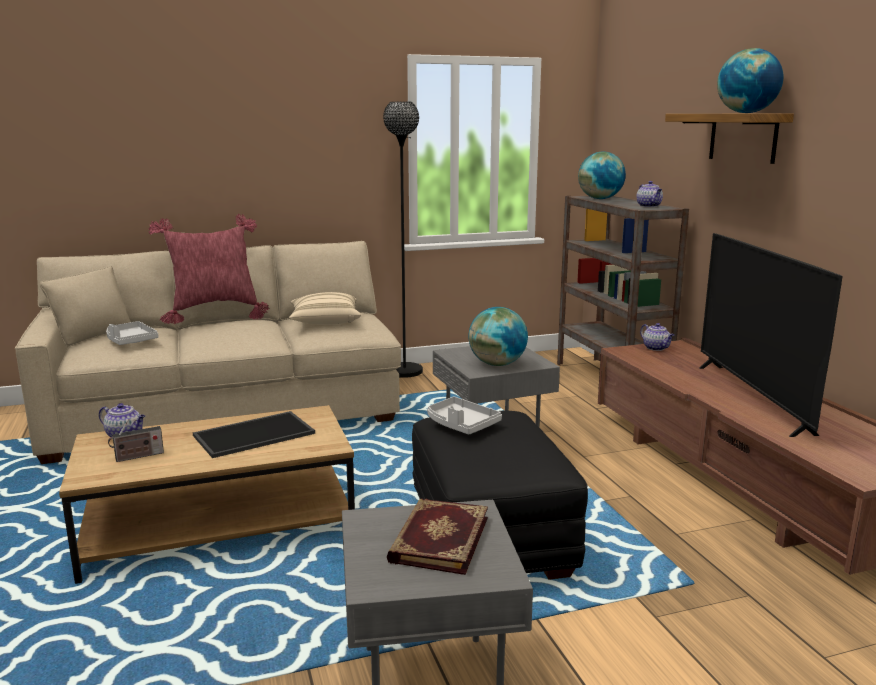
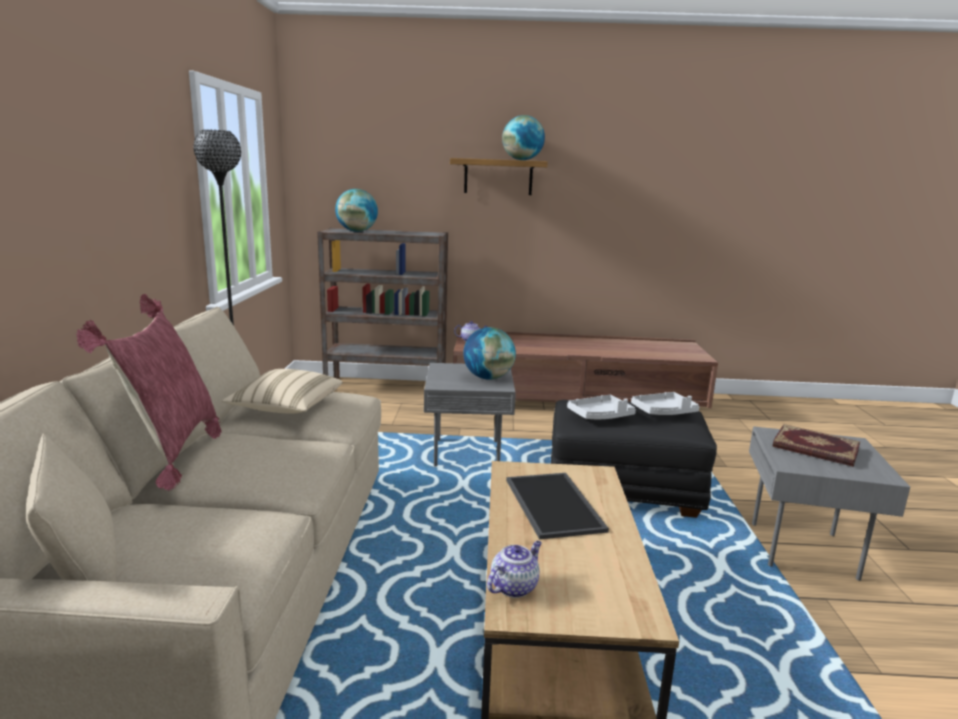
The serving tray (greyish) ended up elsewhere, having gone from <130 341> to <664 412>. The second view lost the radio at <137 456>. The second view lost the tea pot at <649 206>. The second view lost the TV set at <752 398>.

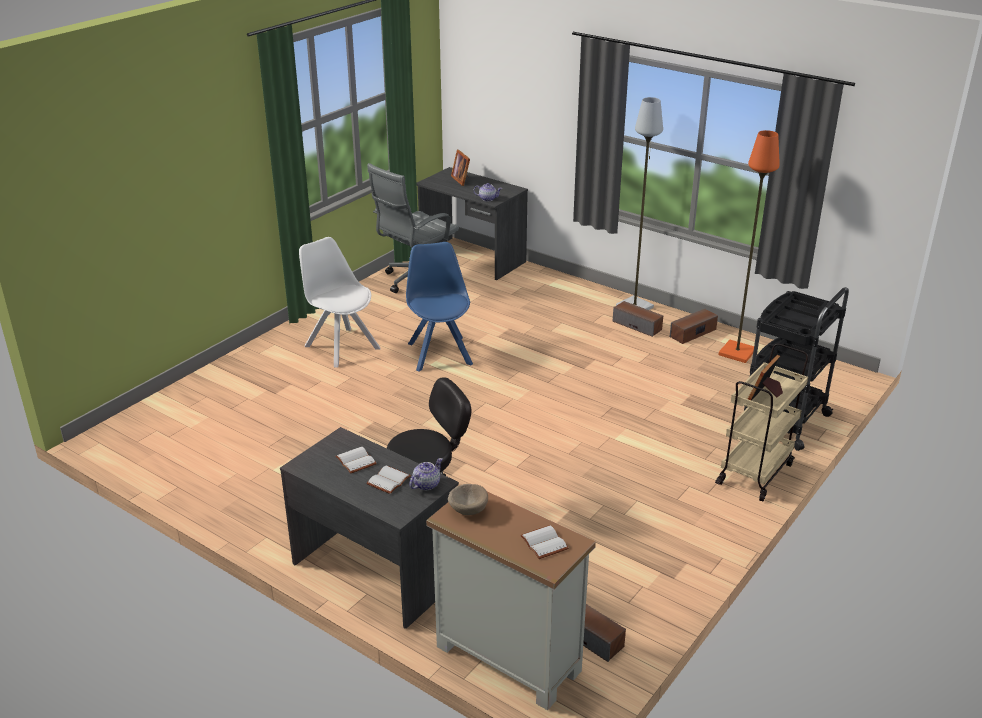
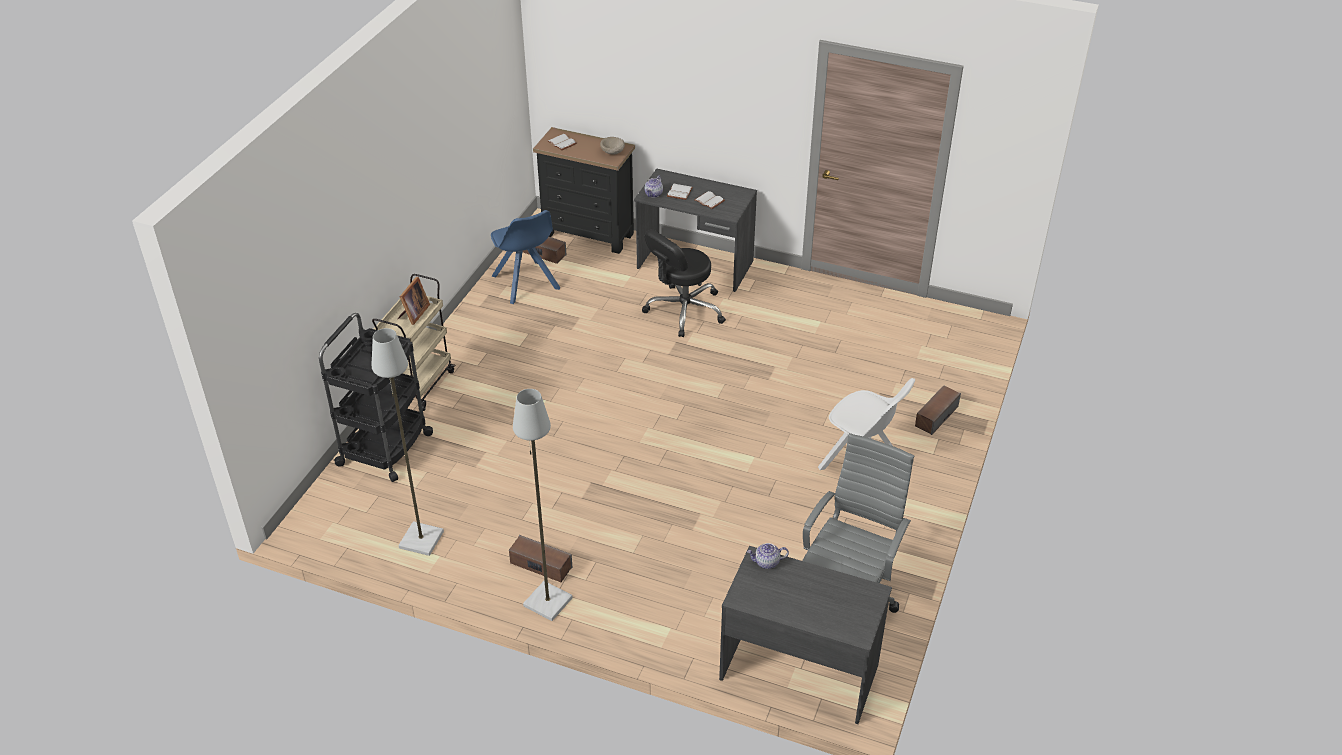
What was the floor lamp (orange-coloured) at <736 352> turned into the floor lamp (greyish) at <422 540>. The plain chair (blue-coloured) ended up elsewhere, having gone from <439 352> to <526 283>. What was the chest of drawers (white-coloured) at <508 657> turned into the chest of drawers (black) at <588 235>. The loudspeaker ended up elsewhere, having gone from <693 333> to <936 416>. The second view lost the standing frame at <462 179>.

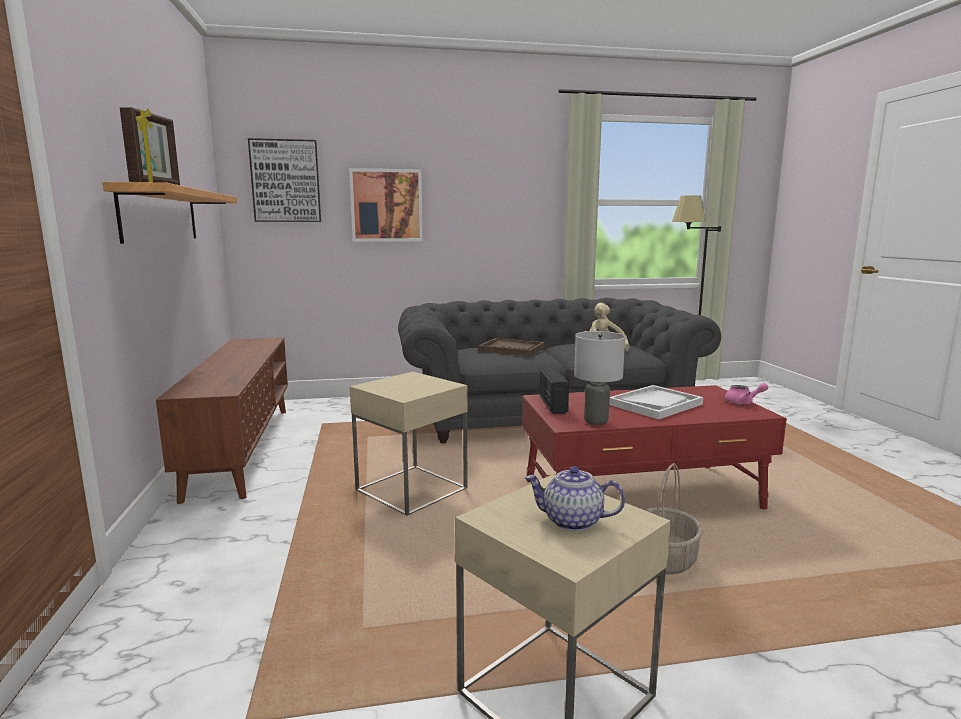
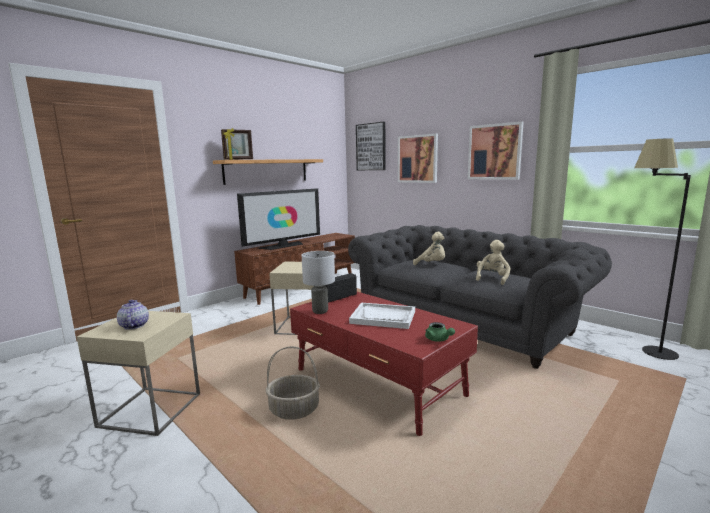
The second view gained the TV set at <283 246>. Where the serving tray (brown-coloured) stood at <512 349>, the plush toy (sand-coloured) came to stand at <431 264>. What was the tea pot (pink-coloured) at <743 402> turned into the tea pot (green) at <438 340>. The second view gained the wall art at <494 152>.

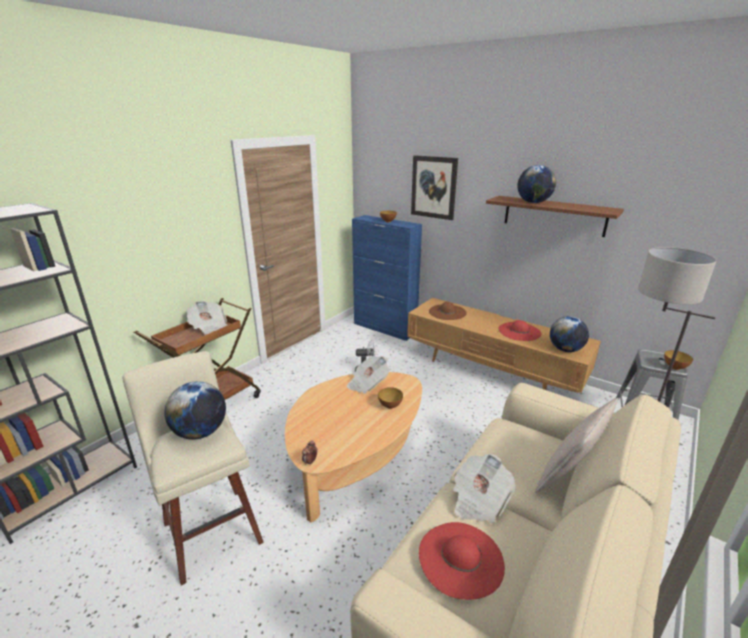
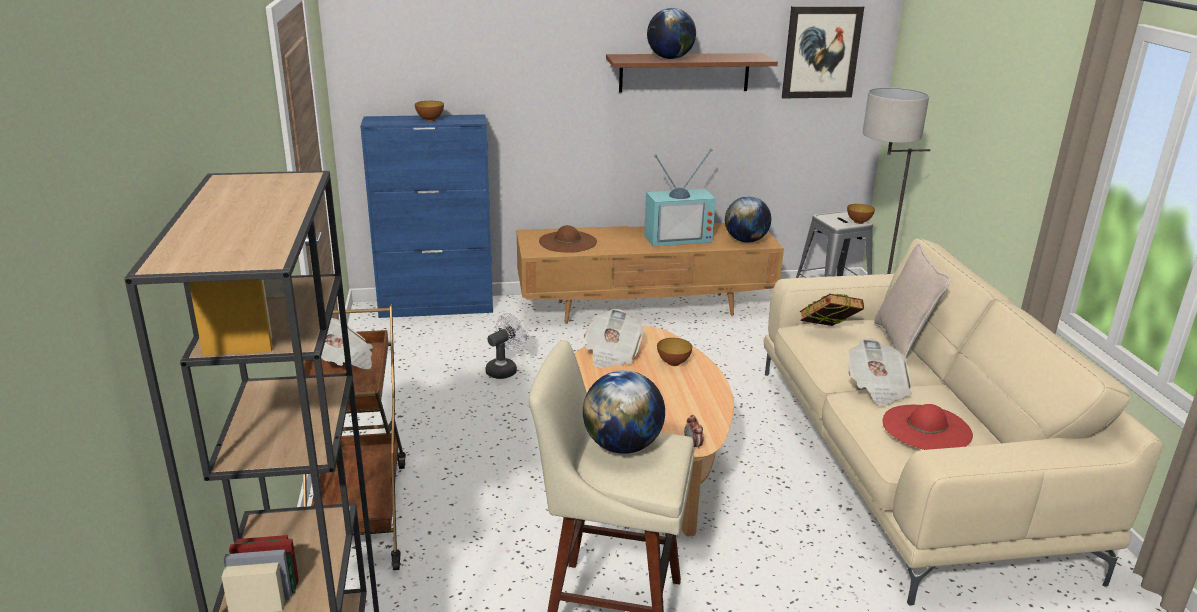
Where the hat (red) stood at <519 331>, the TV set came to stand at <677 237>. The wall art ended up elsewhere, having gone from <434 187> to <821 52>. The second view gained the volume at <827 333>.

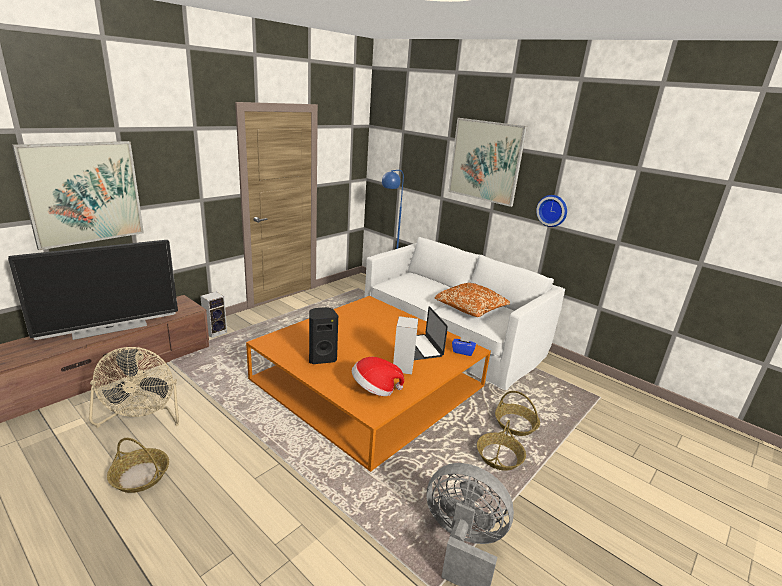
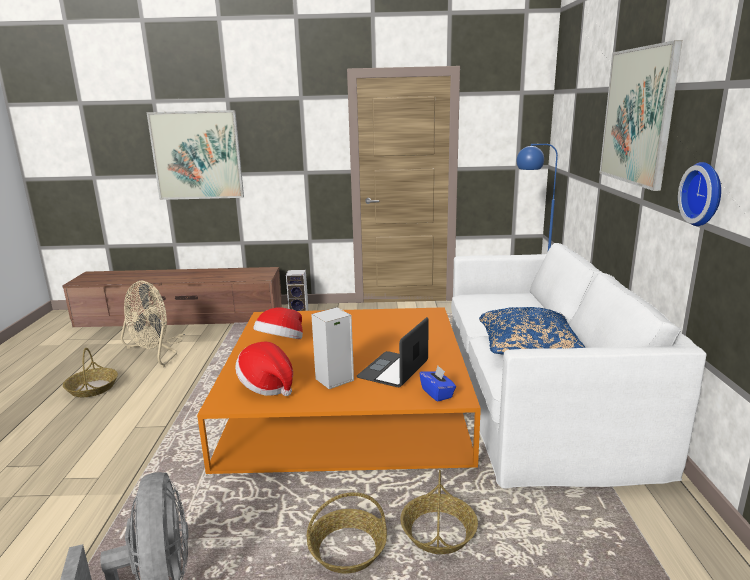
Where the loudspeaker (black) stood at <321 358>, the hat came to stand at <281 343>. What was the pillow (orange-coloured) at <471 307> turned into the pillow (blue-coloured) at <528 346>. The second view lost the TV set at <110 328>.

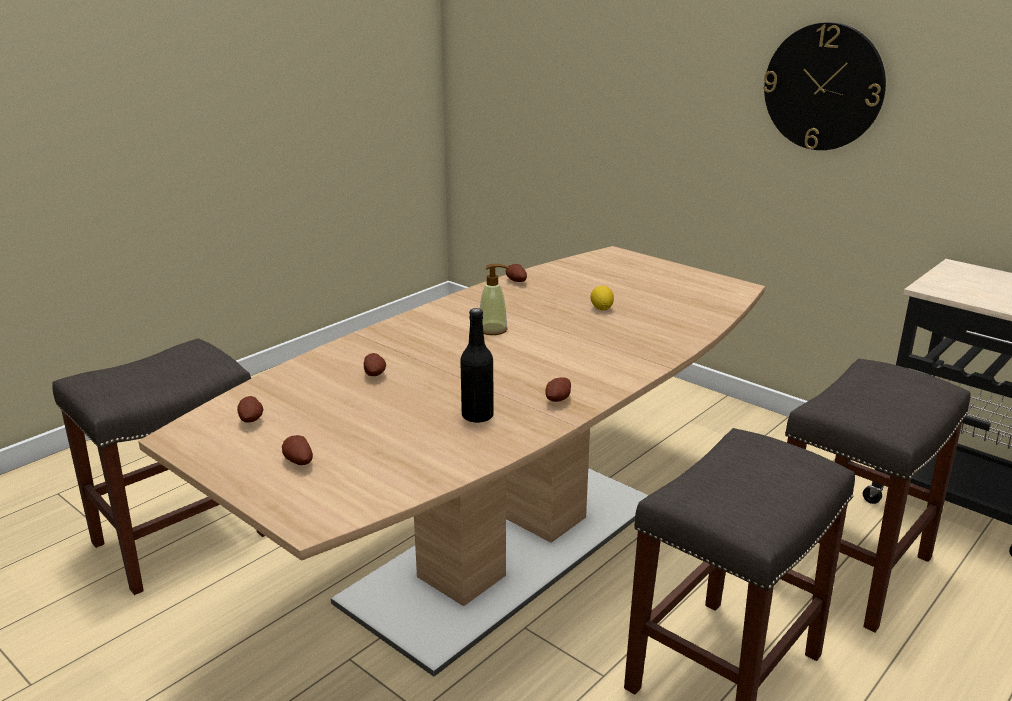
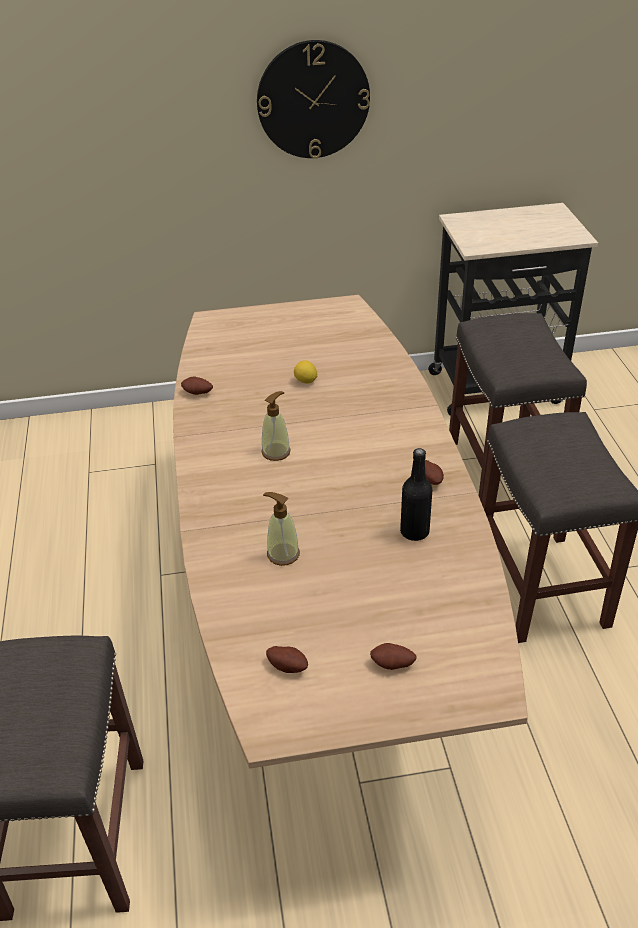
Where the spud stood at <375 374>, the liquid soap bottle came to stand at <283 554>.

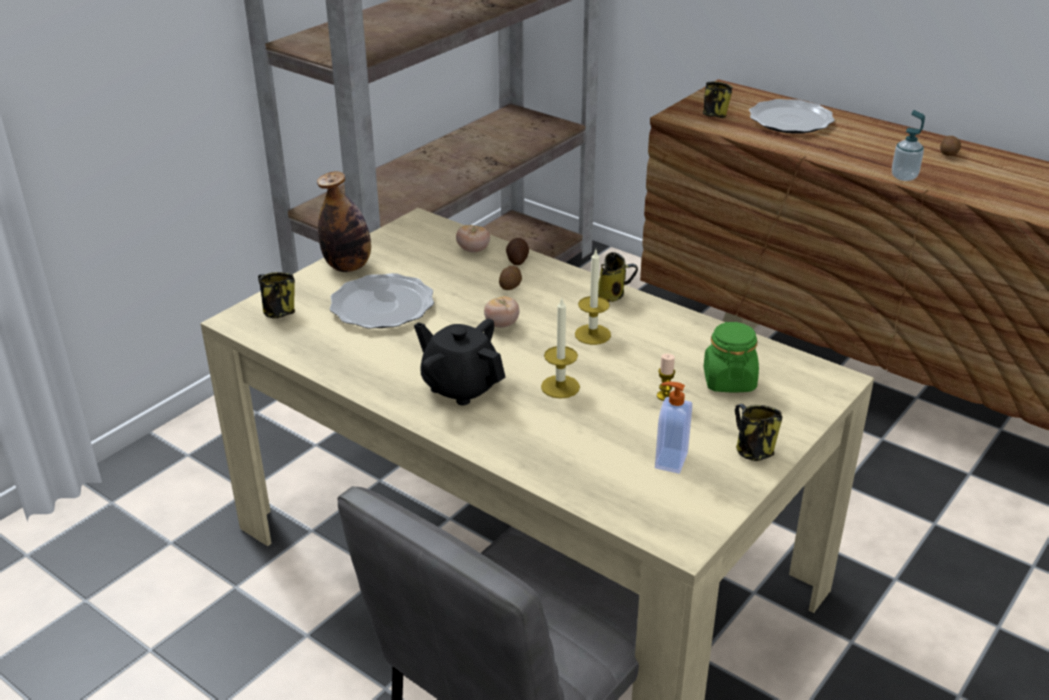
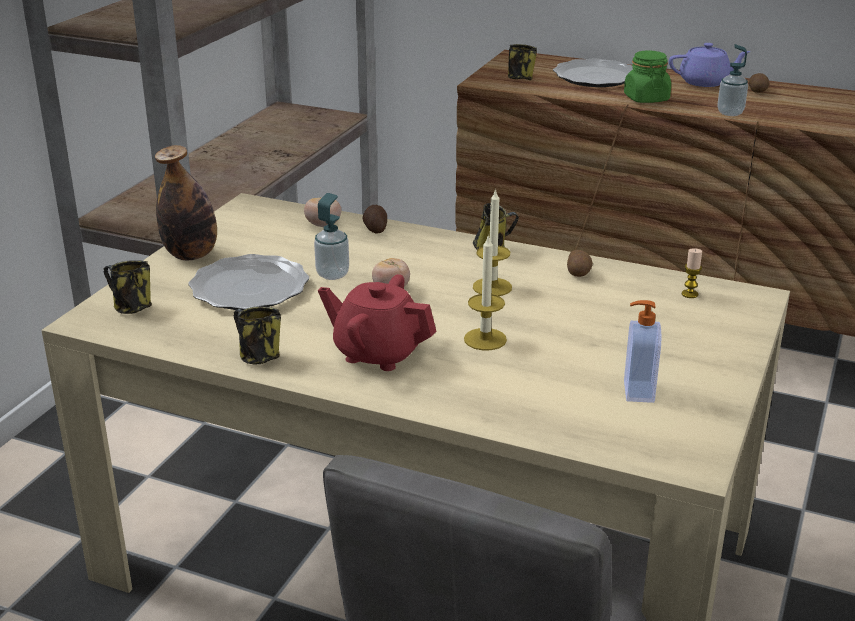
The coffee mug ended up elsewhere, having gone from <752 451> to <258 357>. The second view gained the liquid soap bottle at <332 274>. What was the tea pot (black) at <461 386> turned into the tea pot (red) at <377 353>. The spud ended up elsewhere, having gone from <510 286> to <579 273>. The preserve jar (green) ended up elsewhere, having gone from <729 380> to <646 98>. The second view gained the tea pot (purple) at <705 82>. The candle ended up elsewhere, having gone from <664 396> to <689 294>.

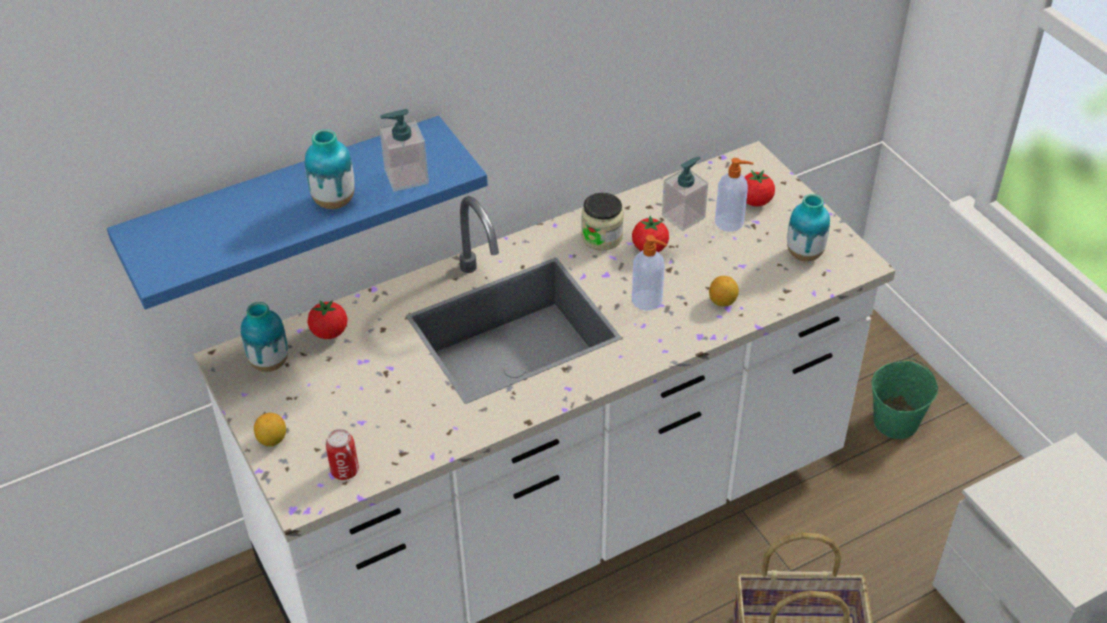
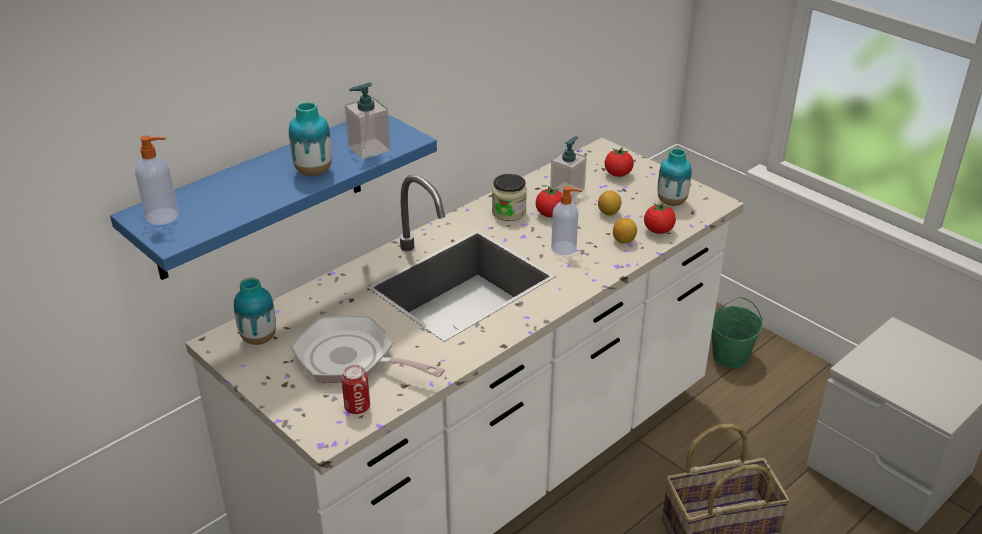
The liquid soap bottle ended up elsewhere, having gone from <730 222> to <163 216>. The second view gained the skillet at <351 359>. The lemon ended up elsewhere, having gone from <272 440> to <609 213>. The whole tomato ended up elsewhere, having gone from <329 332> to <658 230>.

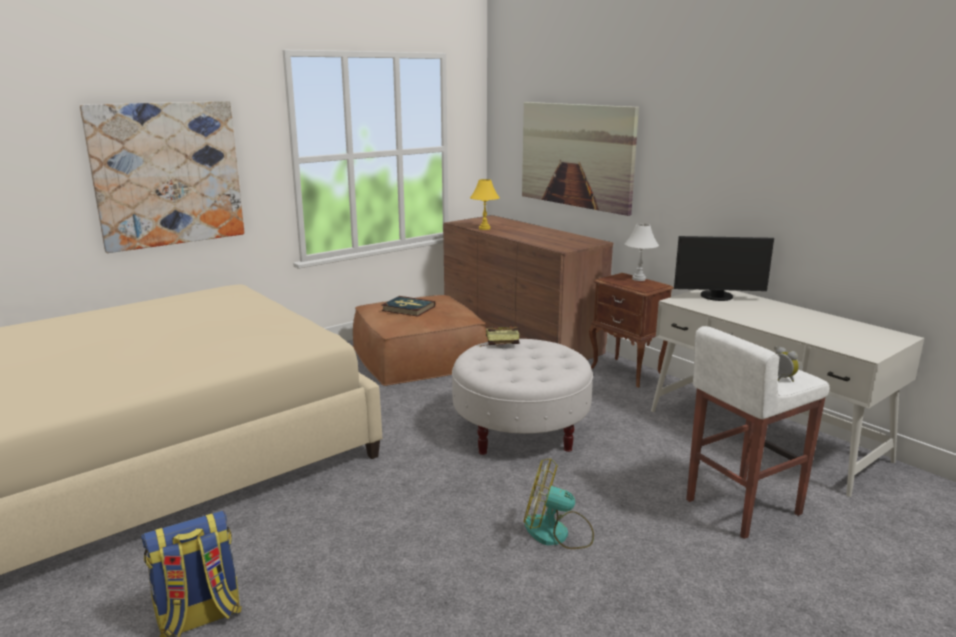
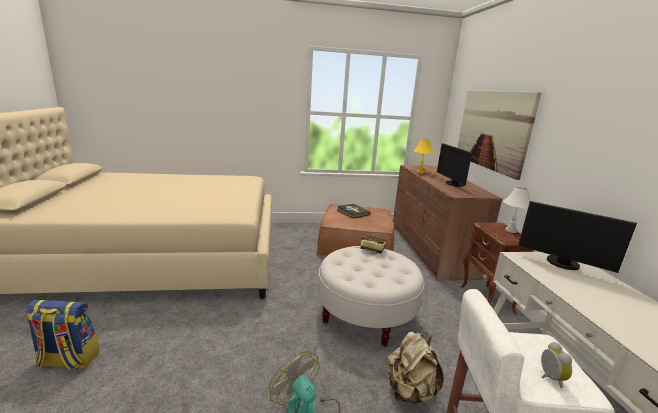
The second view gained the knapsack (sand-coloured) at <409 391>. The second view gained the computer screen at <453 184>. The second view lost the wall art at <168 174>.

